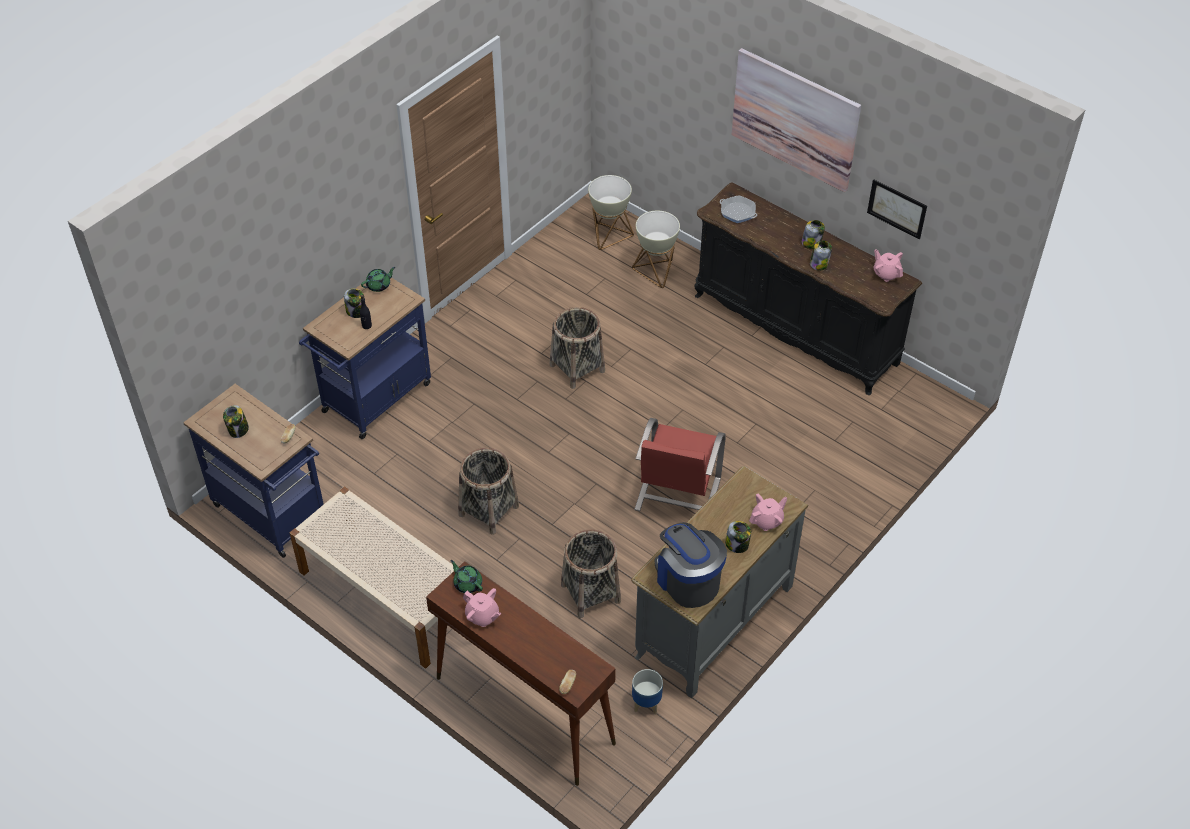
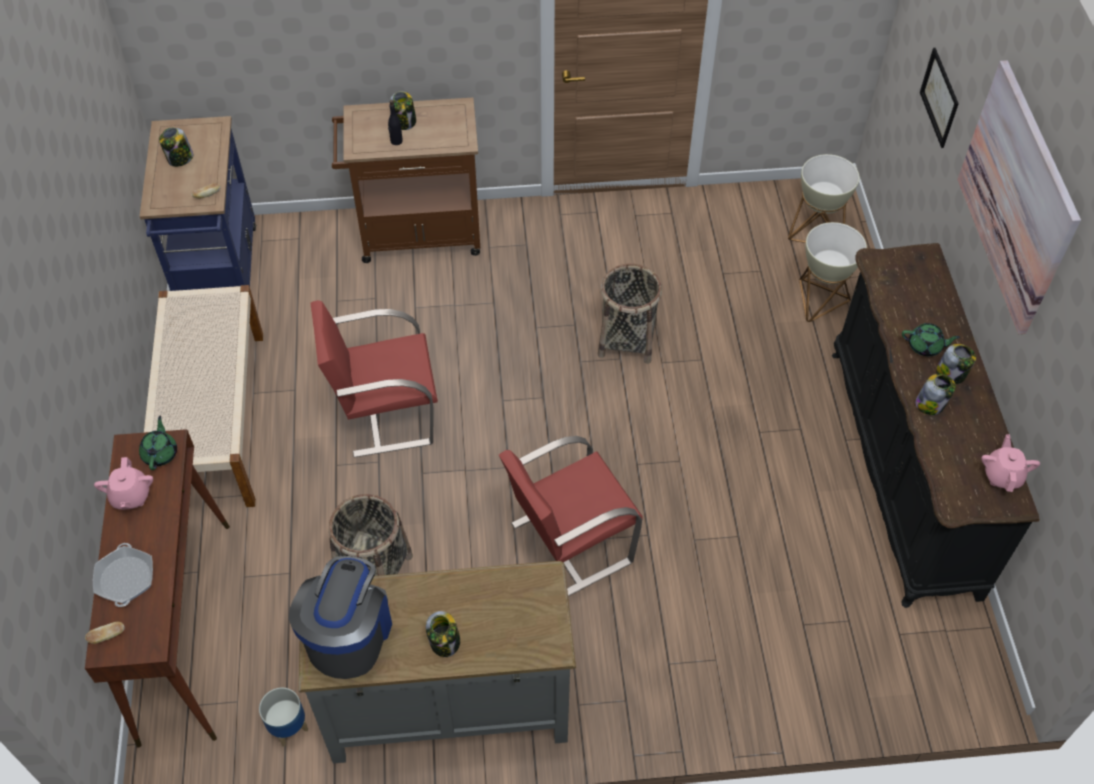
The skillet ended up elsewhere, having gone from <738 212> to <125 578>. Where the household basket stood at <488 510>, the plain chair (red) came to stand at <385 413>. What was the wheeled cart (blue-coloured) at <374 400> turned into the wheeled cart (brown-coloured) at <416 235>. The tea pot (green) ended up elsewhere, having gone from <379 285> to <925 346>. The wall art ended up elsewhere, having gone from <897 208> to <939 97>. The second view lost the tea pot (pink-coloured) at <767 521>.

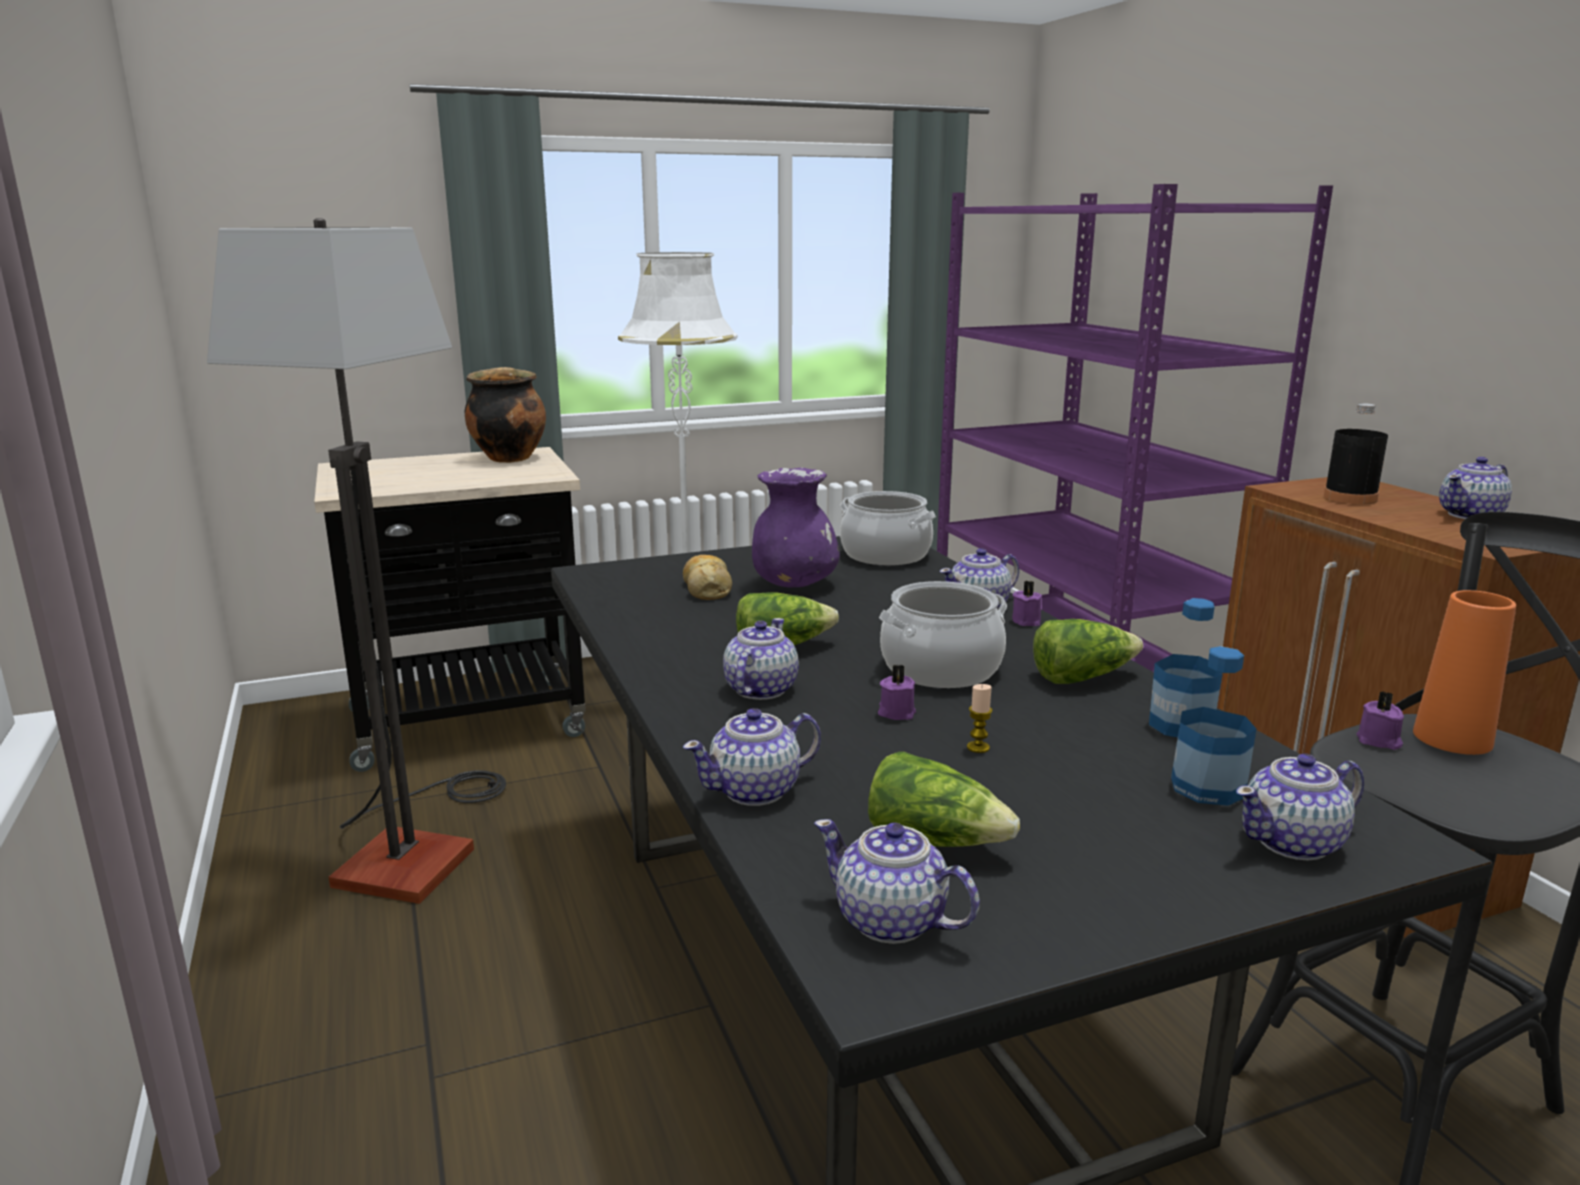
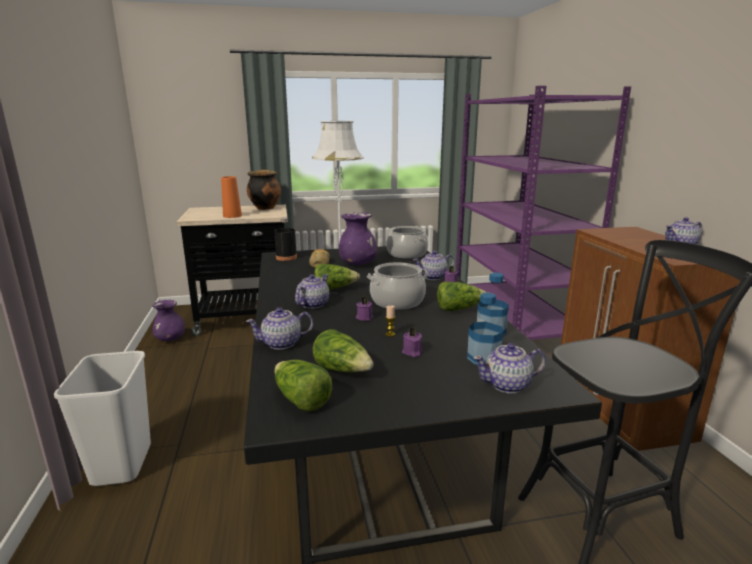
The second view gained the trash can (white-coloured) at <121 464>. The second view gained the vase (purple) at <170 339>. The vase (orange-coloured) ended up elsewhere, having gone from <1452 738> to <232 216>. The beverage bottle (black) ended up elsewhere, having gone from <1350 498> to <286 257>. Where the tea pot stood at <891 921>, the lettuce came to stand at <301 399>. The candle (purple) ended up elsewhere, having gone from <1379 741> to <412 352>. The second view lost the floor lamp at <415 847>.

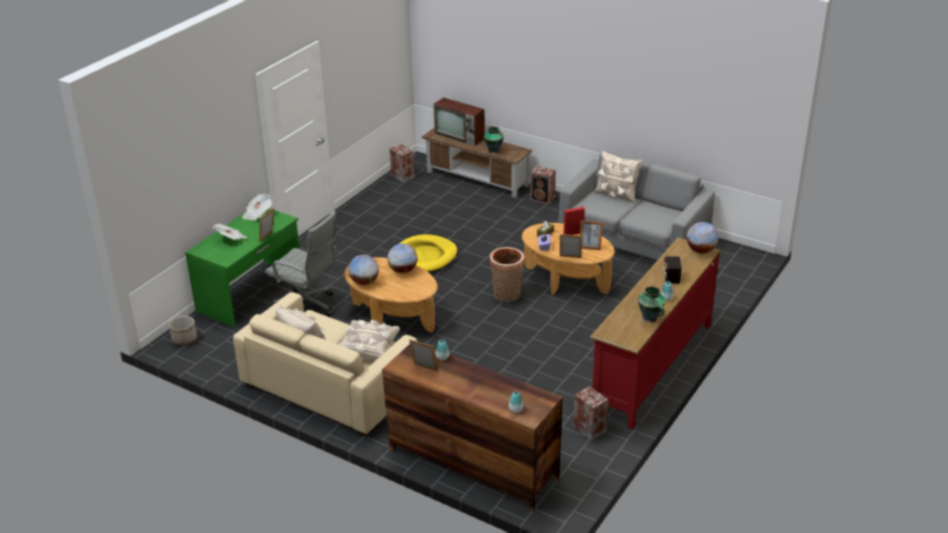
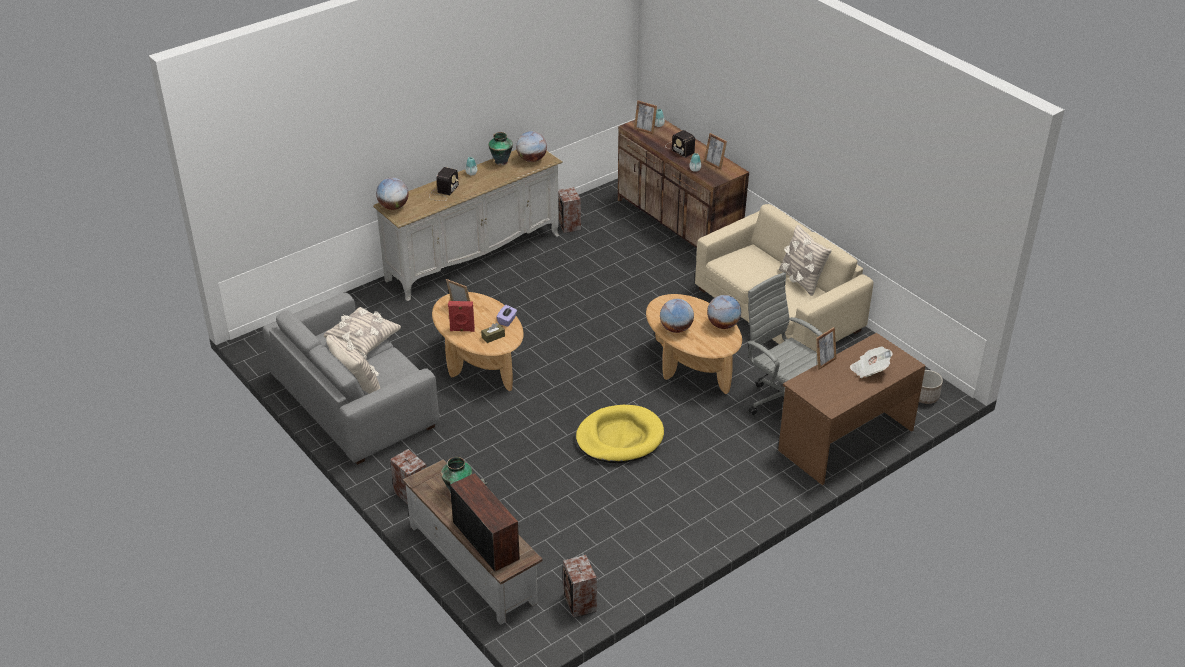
The pillow (sand-coloured) ended up elsewhere, having gone from <368 349> to <363 340>. What was the cabinet (red) at <652 367> turned into the cabinet (greyish) at <474 258>. The second view gained the desk globe at <532 159>. The standing frame ended up elsewhere, having gone from <570 258> to <645 130>. The second view gained the radio at <679 148>. What was the desk (green) at <251 293> turned into the desk (brown-coloured) at <845 439>. The second view lost the printed paper at <257 214>. The second view lost the household basket at <506 295>.

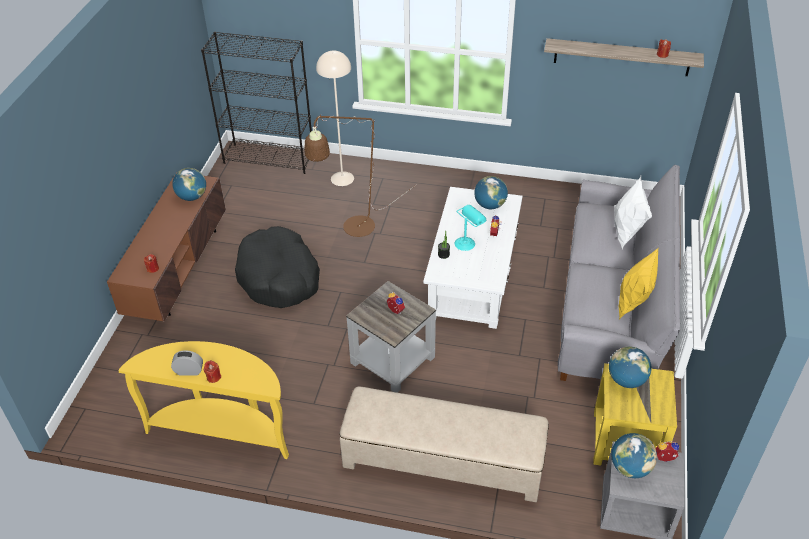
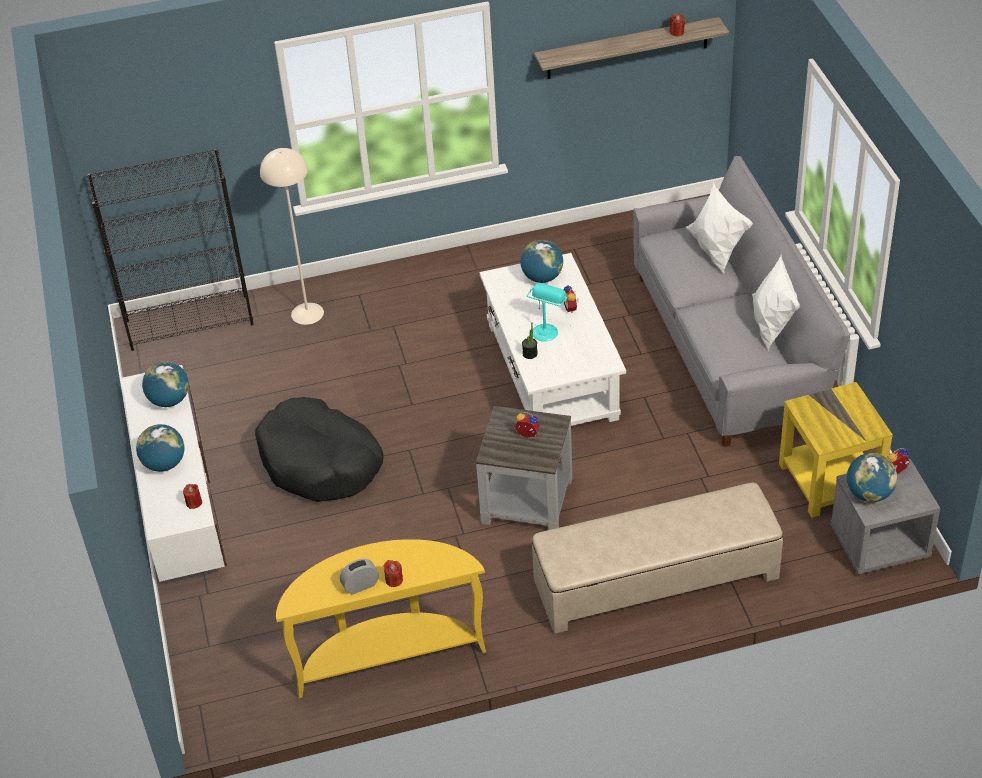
What was the tv stand (brown-coloured) at <177 269> turned into the tv stand (white-coloured) at <180 503>. The desk globe ended up elsewhere, having gone from <626 380> to <164 464>. What was the pillow (yellow) at <633 303> turned into the pillow (white-coloured) at <771 328>. The second view lost the floor lamp (brown-coloured) at <353 230>.

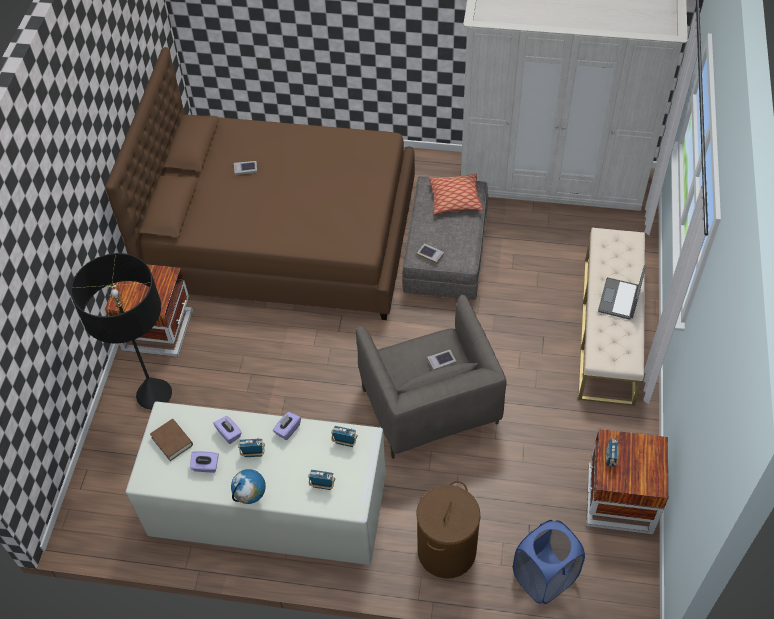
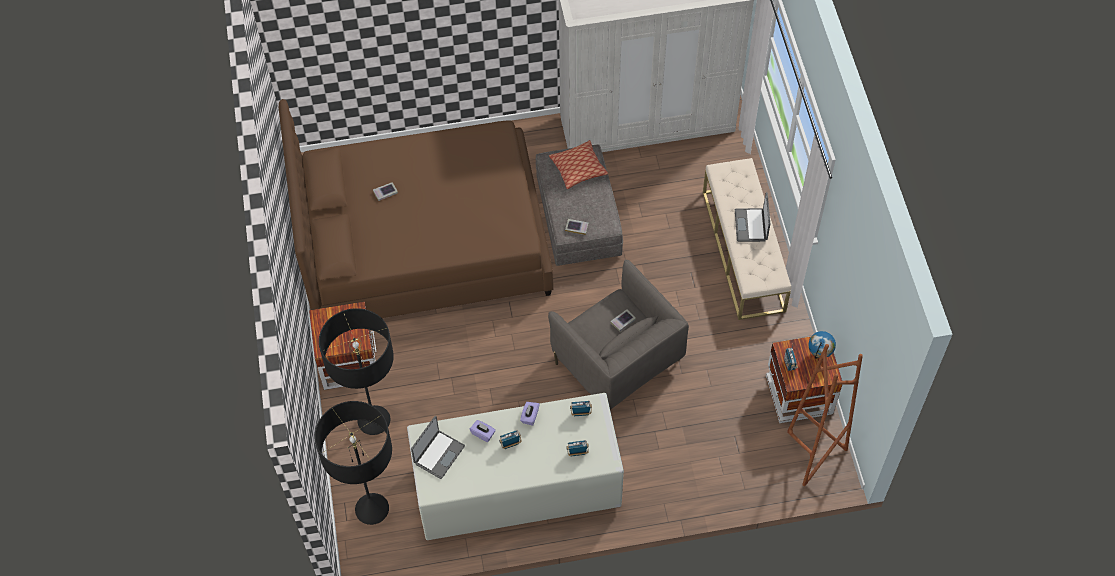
The second view gained the floor lamp (black) at <372 510>. Where the volume (brown-coloured) stood at <172 441>, the portable computer came to stand at <438 454>. The second view gained the garment stand (brown-coloured) at <813 456>. The desk globe ended up elsewhere, having gone from <251 498> to <819 354>. The second view lost the tissue holder (purple) at <205 466>. The second view lost the hamper (brown-coloured) at <446 550>. The second view lost the hamper (blue-coloured) at <544 577>.

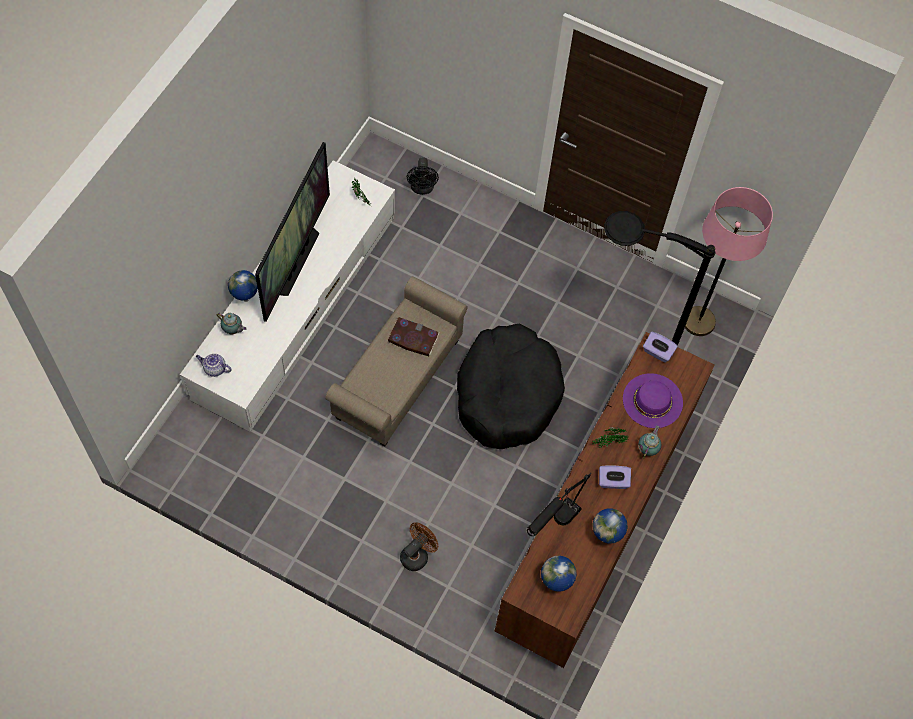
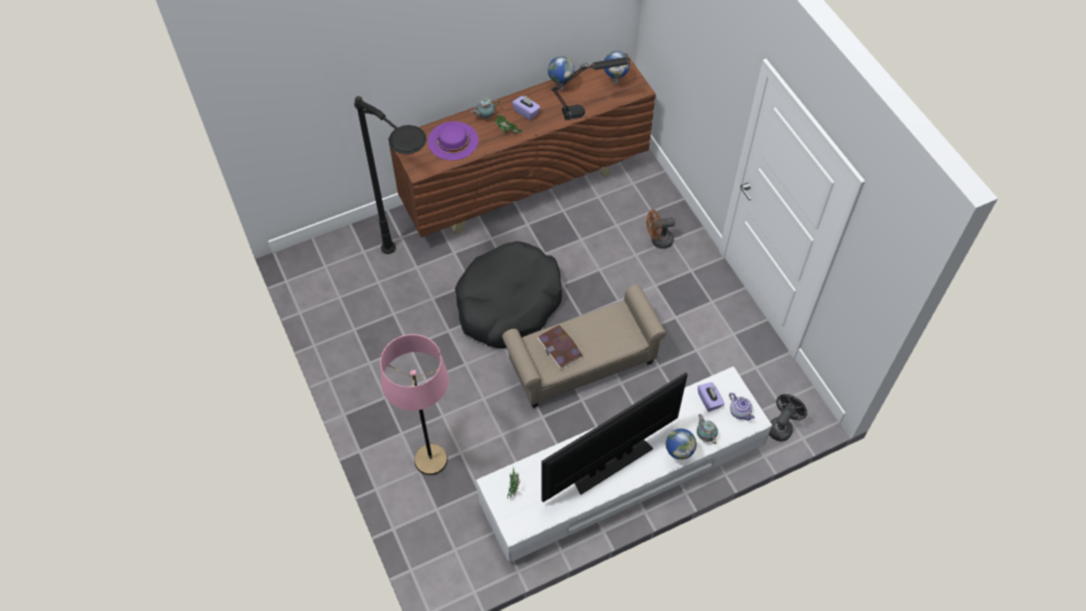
The floor lamp (pink-coloured) ended up elsewhere, having gone from <698 321> to <431 460>. The tissue holder (purple) ended up elsewhere, having gone from <657 352> to <709 400>. The fan (black) ended up elsewhere, having gone from <422 189> to <781 426>.

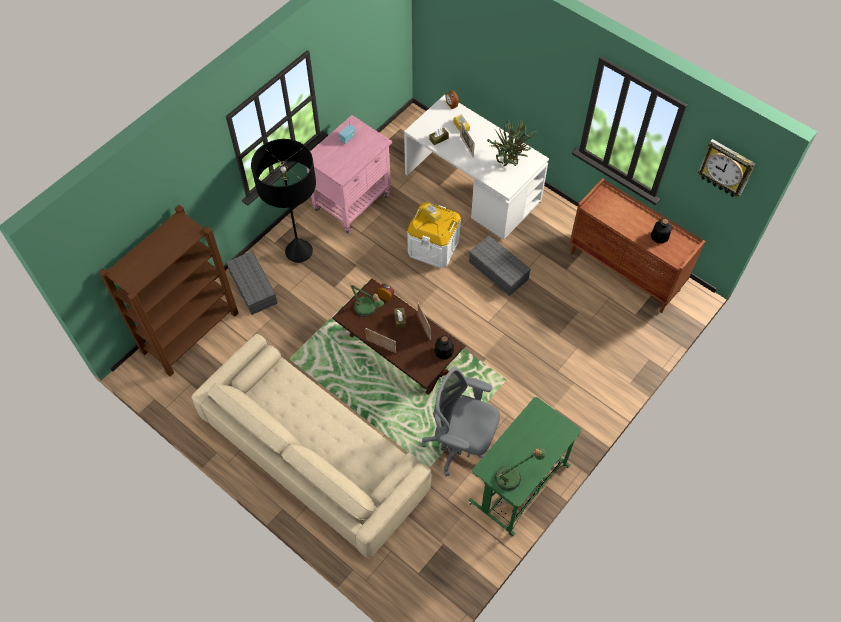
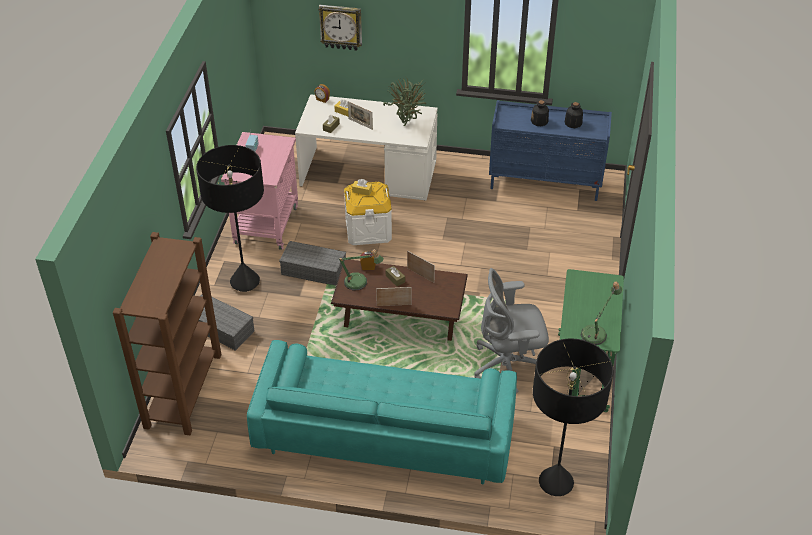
What was the sofa (sand-coloured) at <314 456> turned into the sofa (turquoise-coloured) at <384 434>. The storage container (greyish) ended up elsewhere, having gone from <499 270> to <315 270>. The clock on the wall ended up elsewhere, having gone from <726 168> to <341 27>. What was the cabinet (brown-coloured) at <625 272> turned into the cabinet (blue-coloured) at <545 184>. The beverage bottle ended up elsewhere, having gone from <444 351> to <539 121>. The second view gained the floor lamp (black) at <555 484>.

